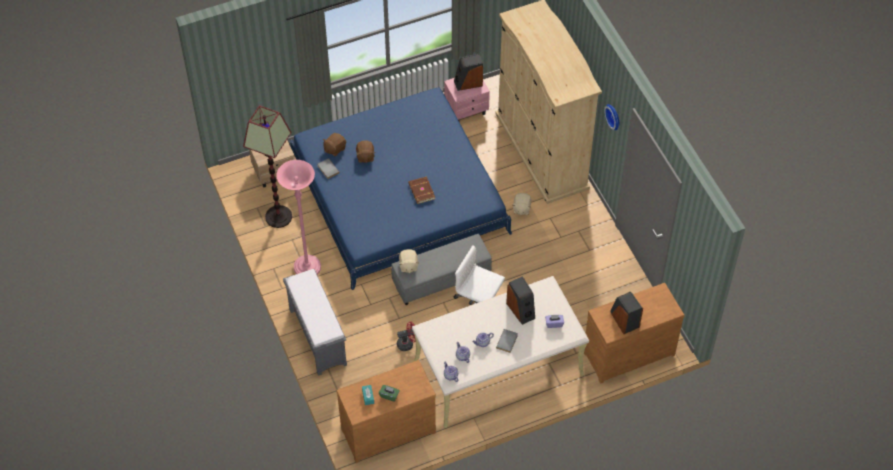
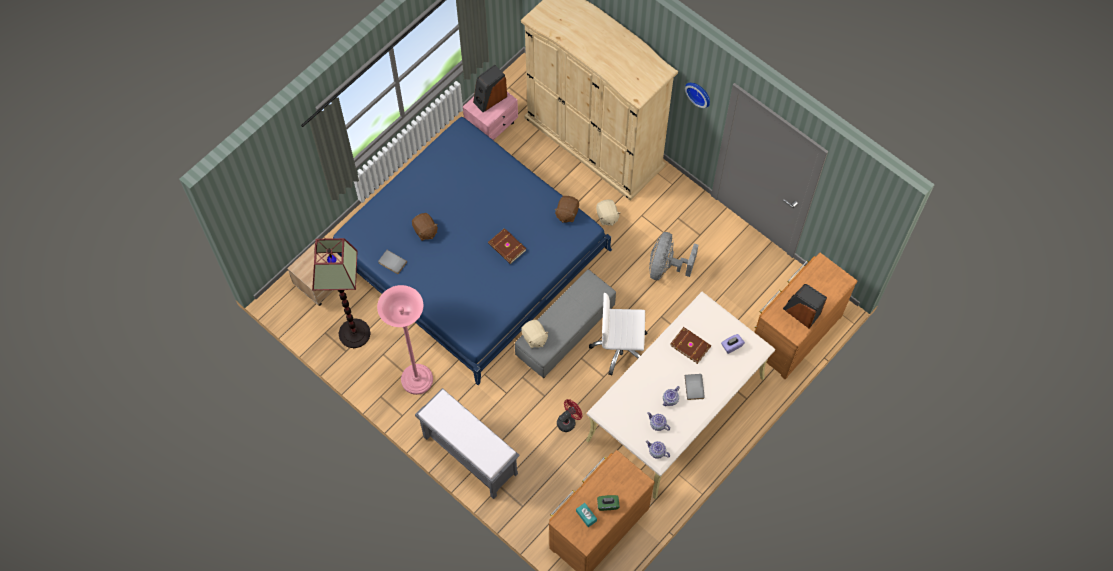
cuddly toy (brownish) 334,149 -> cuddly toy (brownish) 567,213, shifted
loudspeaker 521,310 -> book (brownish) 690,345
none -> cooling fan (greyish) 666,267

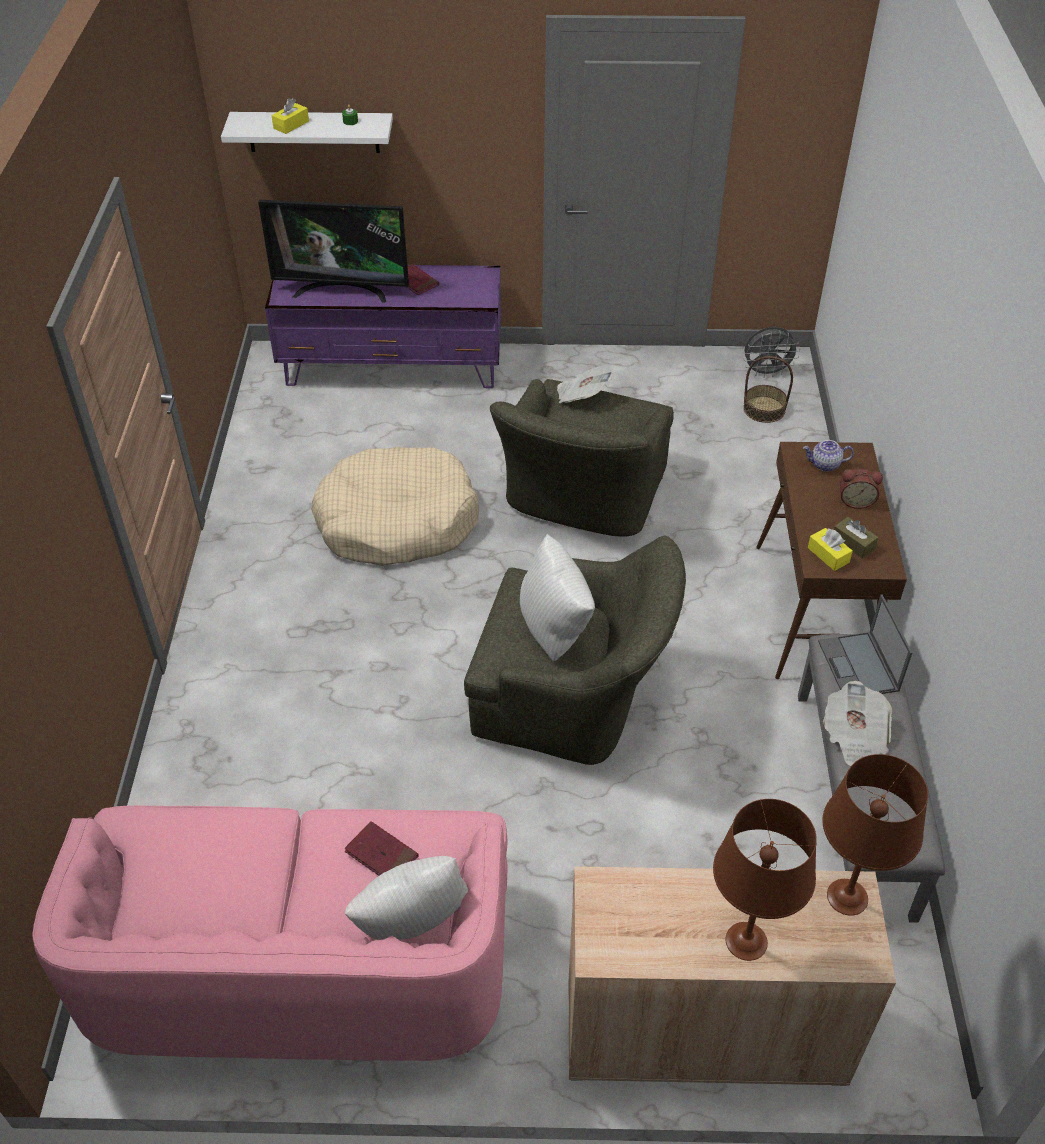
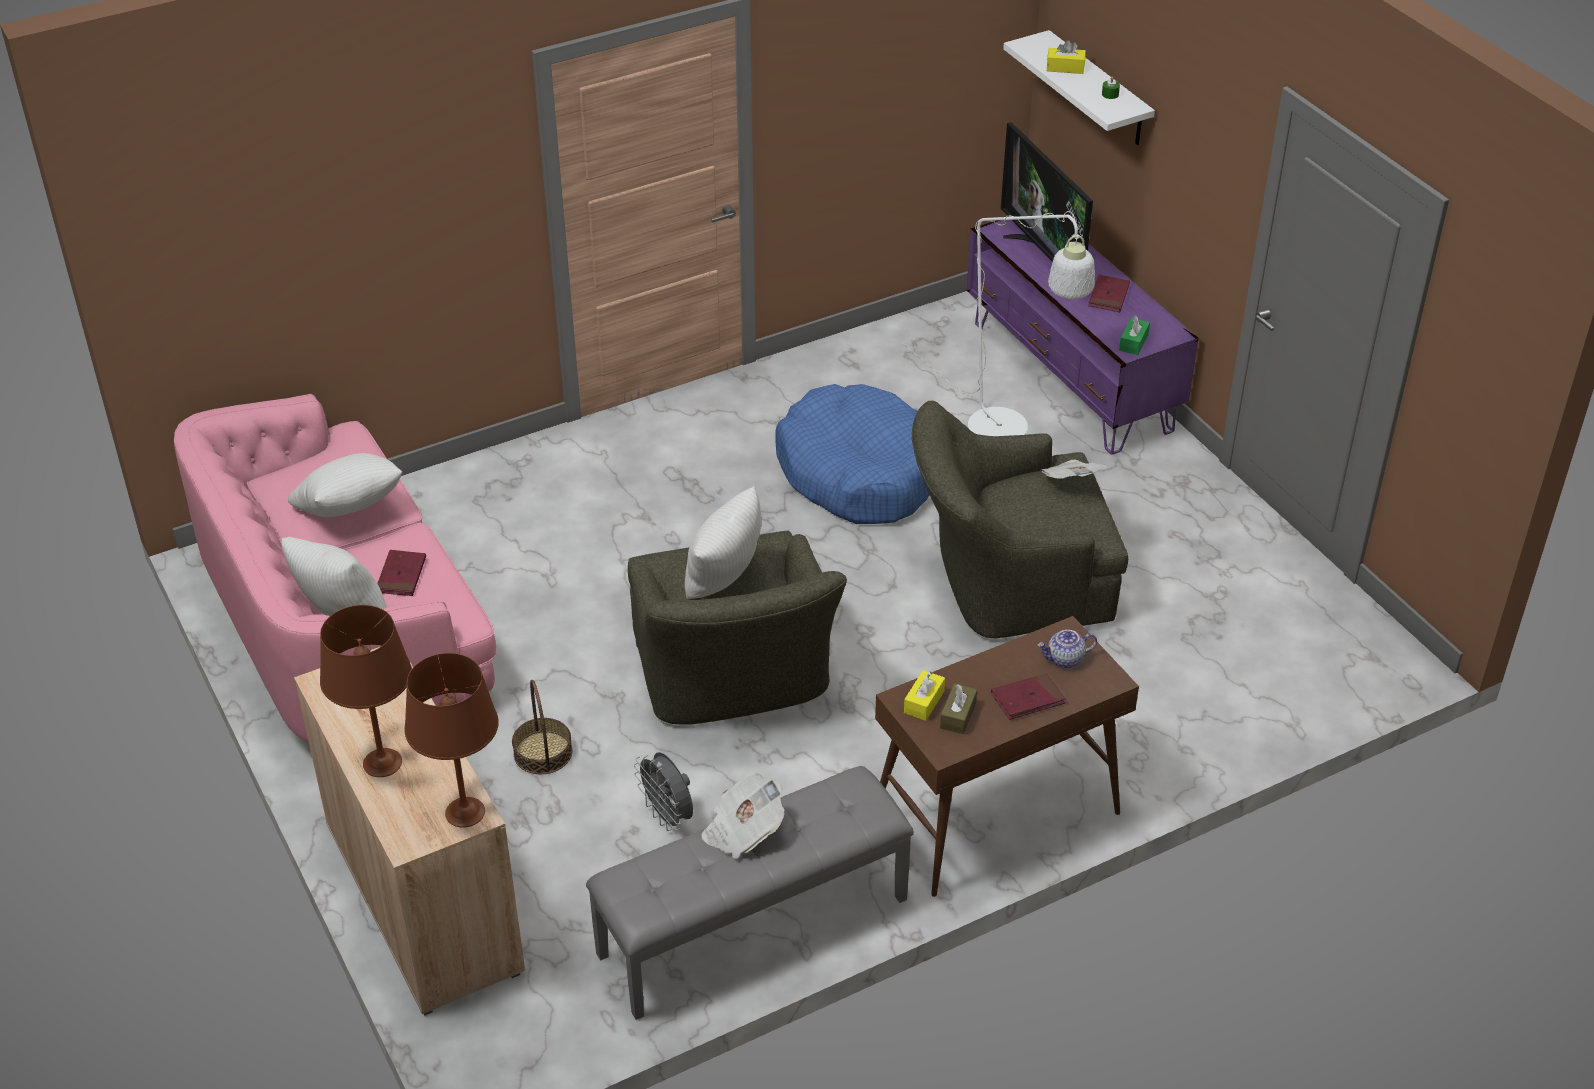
dog cushion (beige) 397,521 -> dog cushion (bluish) 858,472
cooling fan (greyish) 766,372 -> cooling fan (greyish) 668,817, shifted
storage basket 764,409 -> storage basket 543,753, shifted
tea pot 825,465 -> tea pot 1065,660, 75 degrees counterclockwise
portable computer 859,666 -> none
bedside clock 855,500 -> book (reddish) 1027,699
none -> throw pillow (white) 350,512
none -> floor lamp (white) 1008,434
none -> box of tissues (green) 1133,343

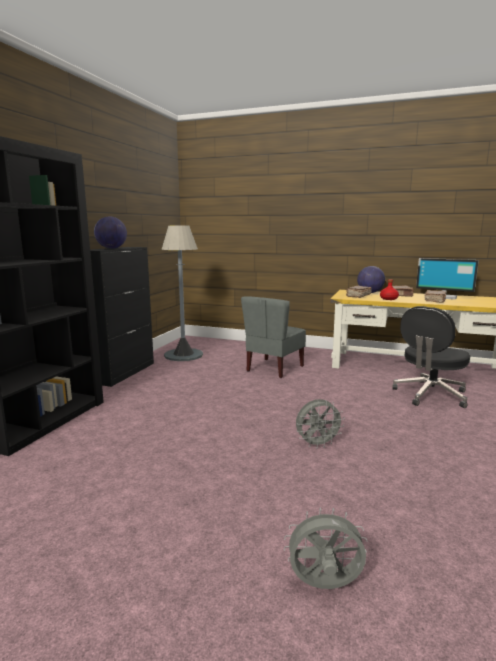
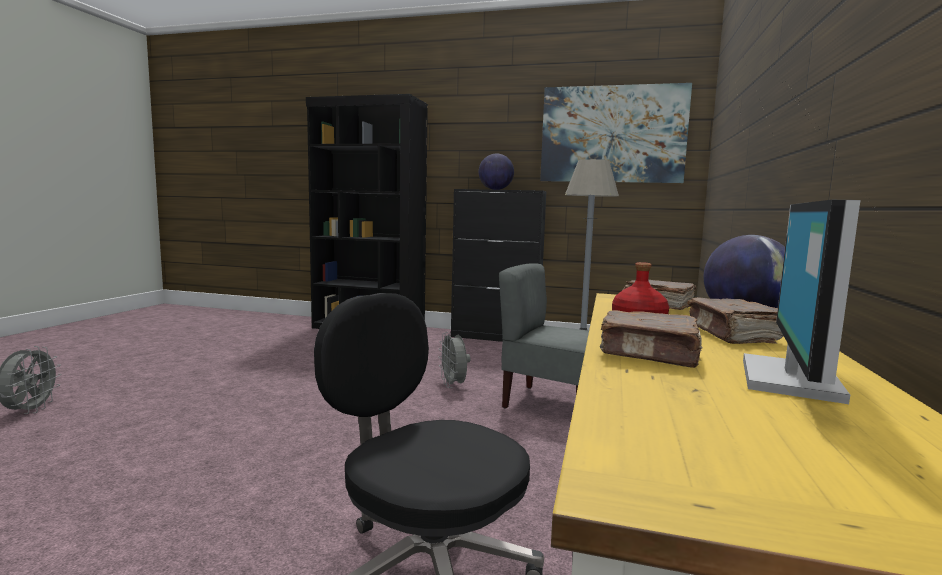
cooling fan (greyish) 317,444 -> cooling fan (greyish) 453,385, shifted
none -> wall art 612,134

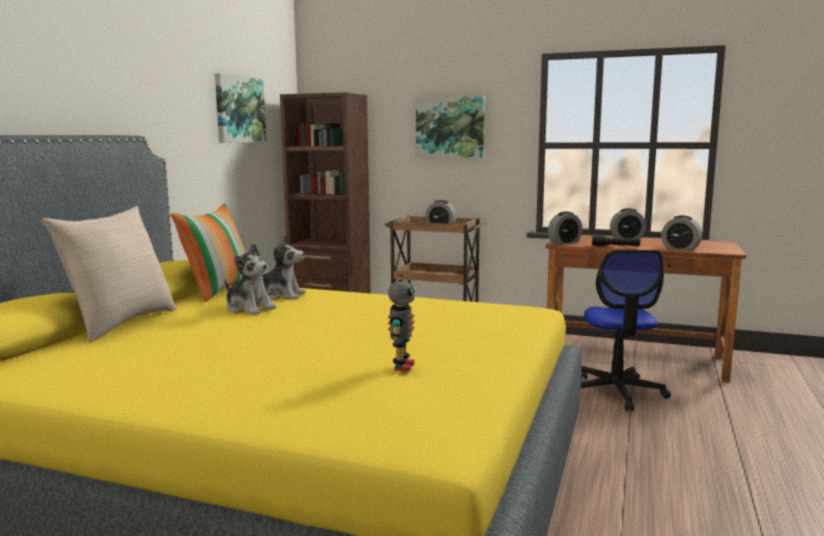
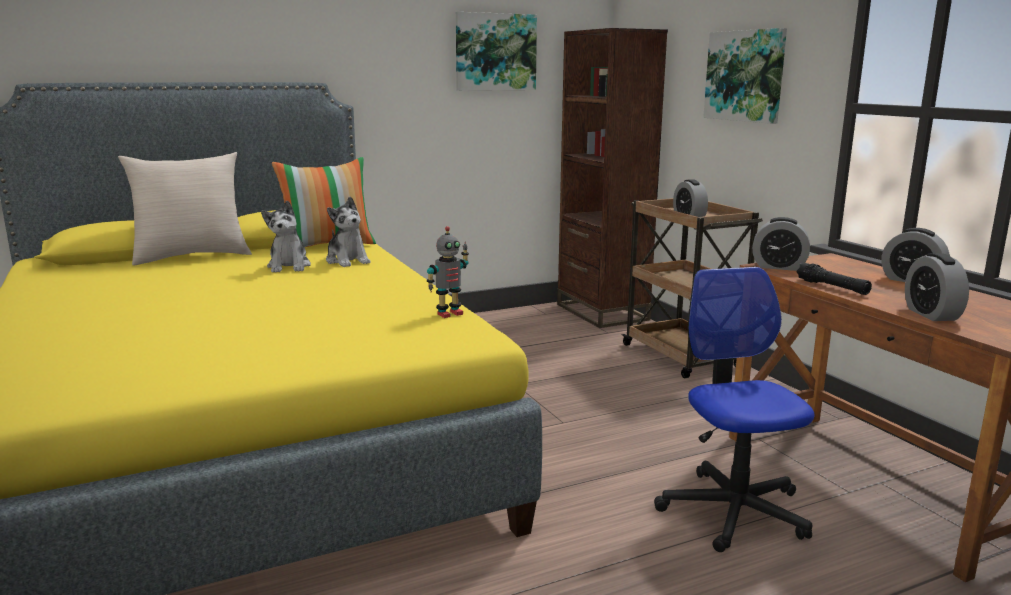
model robot 402,366 -> model robot 449,313, shifted
desk chair 616,392 -> desk chair 734,511, 120 degrees clockwise

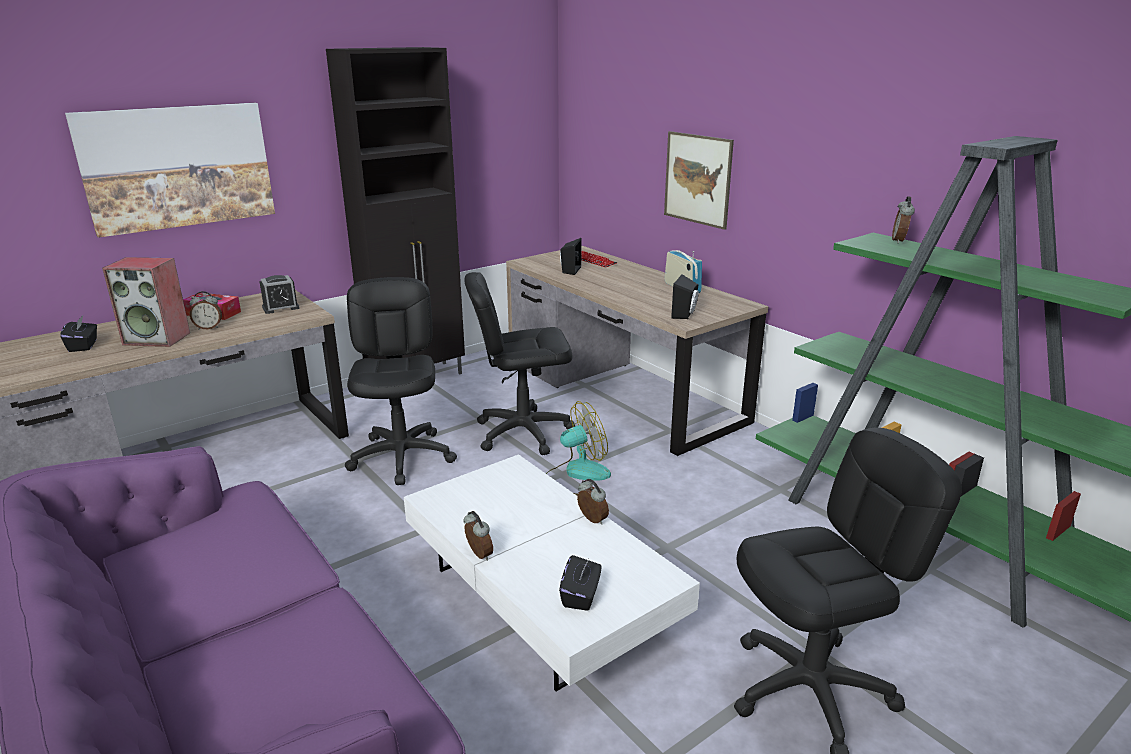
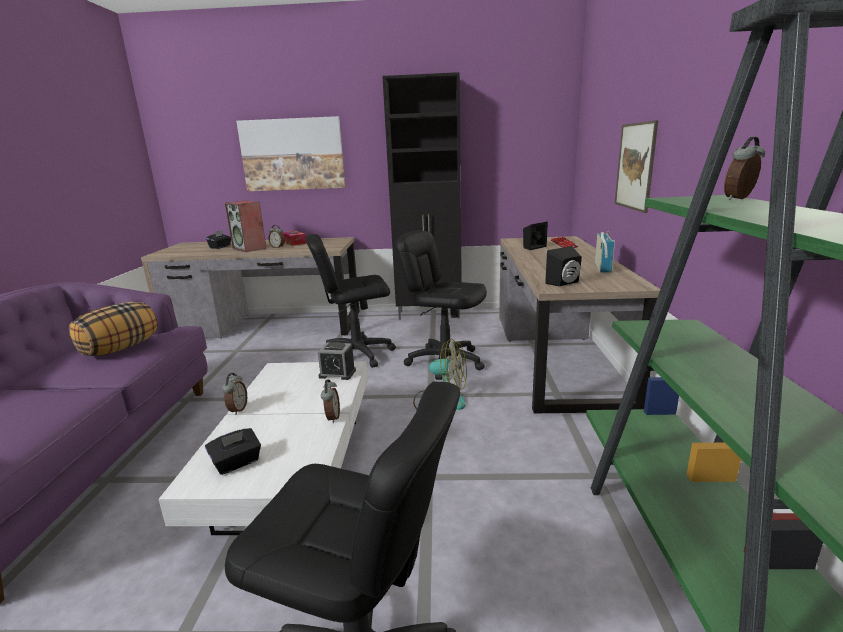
bedside clock 280,308 -> bedside clock 337,373, shifted
desk chair (black-coloured) 402,457 -> desk chair (black-coloured) 357,354, 135 degrees counterclockwise
none -> throw pillow 120,348

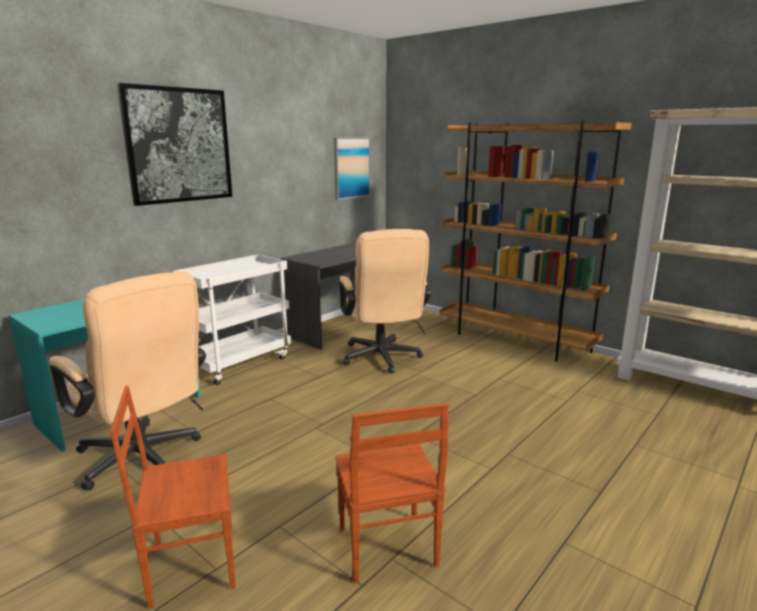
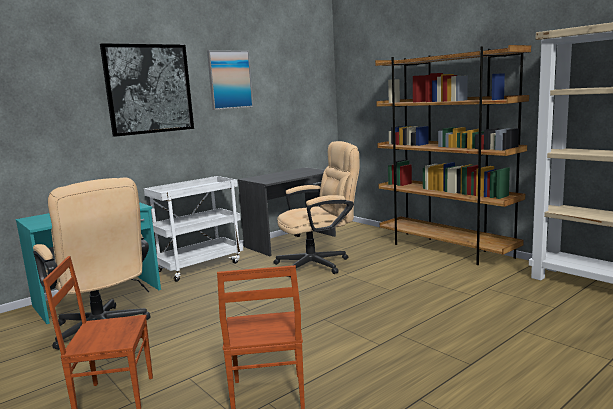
wall art 351,168 -> wall art 230,79, shifted
desk chair (beige) 382,359 -> desk chair (beige) 319,263, 105 degrees counterclockwise

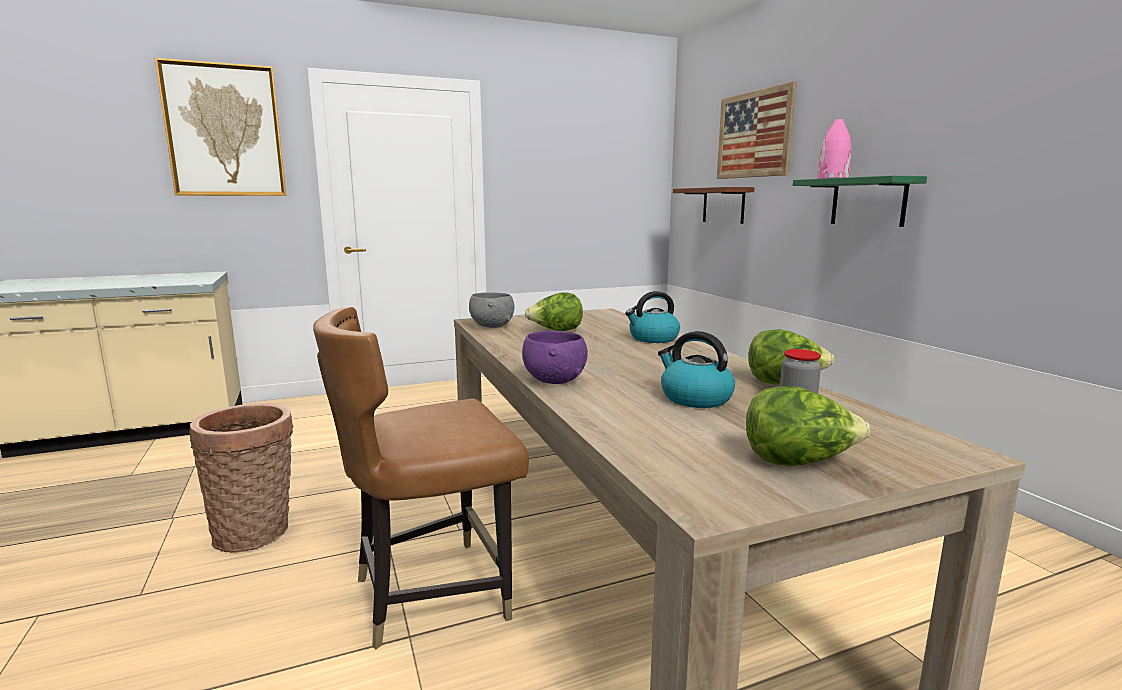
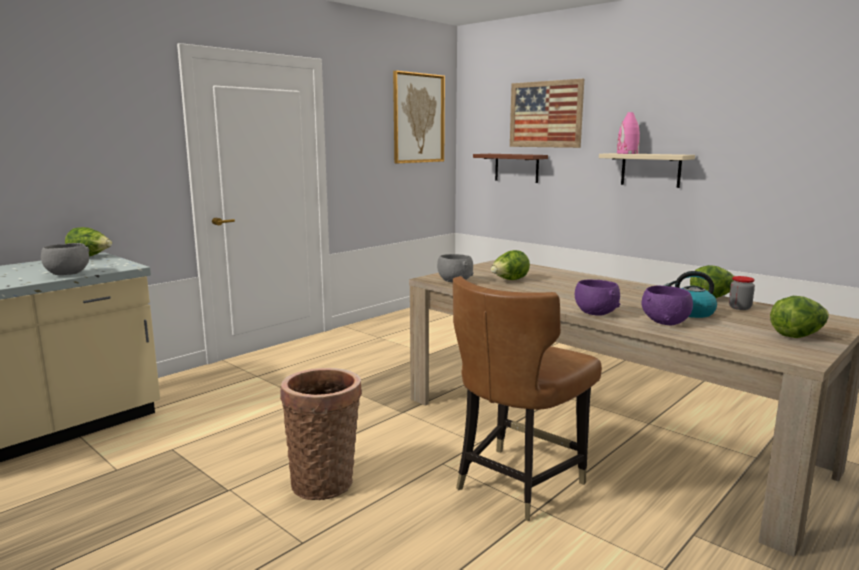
wall art 224,131 -> wall art 418,118, shifted
water kettle 653,339 -> none
wall shelf (green) 868,202 -> wall shelf (beige) 650,170
none -> serving bowl (greyish) 67,274
none -> head of lettuce 90,257
none -> serving bowl (purple) 666,322

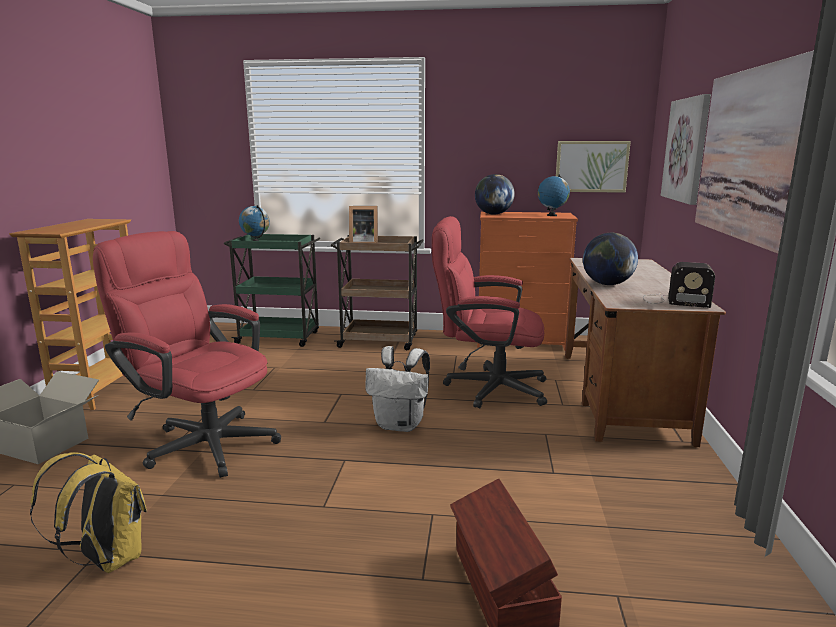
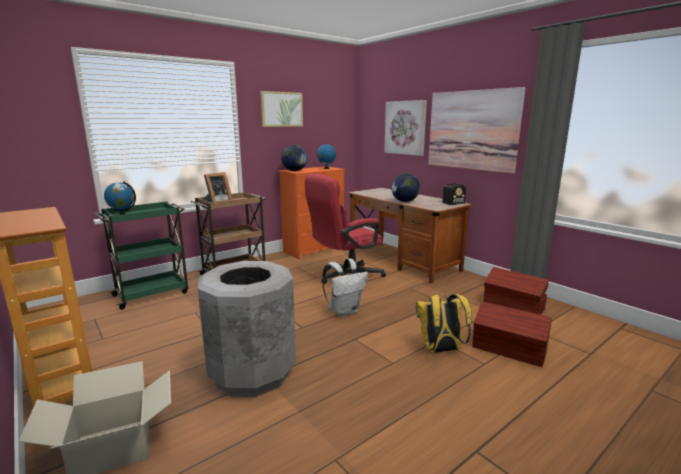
knapsack (yellowish) 107,559 -> knapsack (yellowish) 440,350, shifted
desk chair (reddish) 202,441 -> waste bin (greyish) 252,373
wall art 591,166 -> wall art 281,109, shifted
none -> storage box (brownish) 513,306

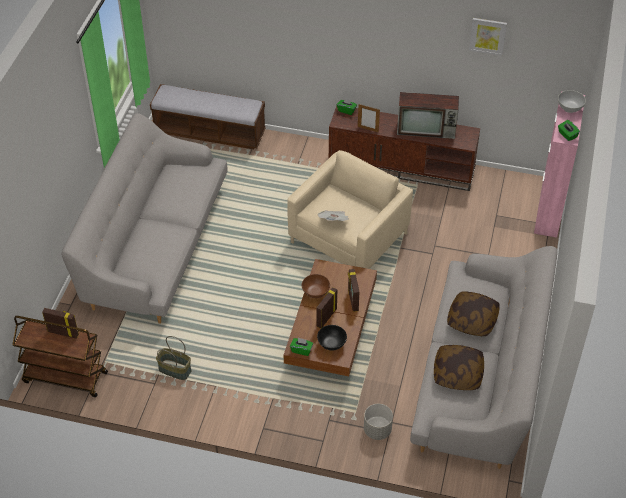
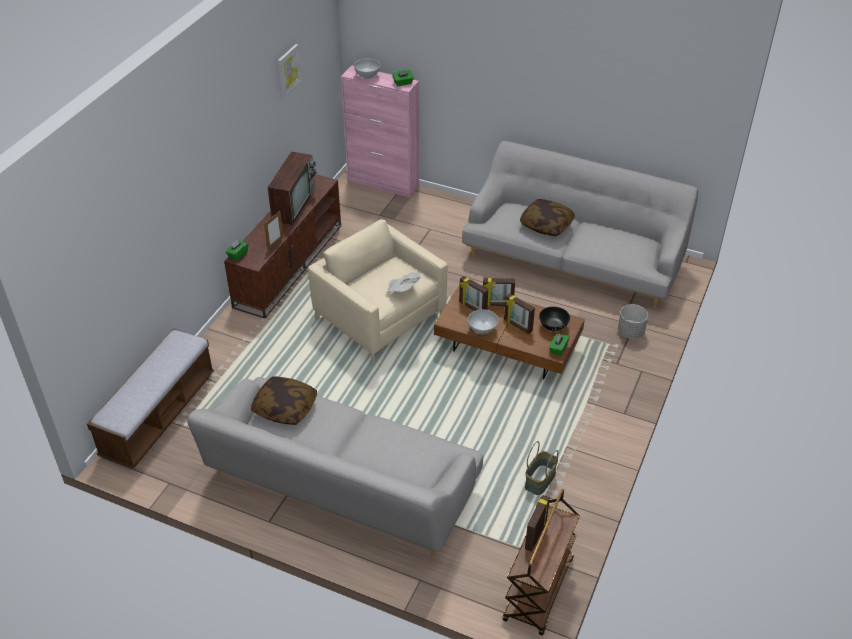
serving bowl (brownish) 316,292 -> serving bowl (white) 482,329
throw pillow 458,373 -> throw pillow 285,408, shifted
none -> standing frame 472,308

